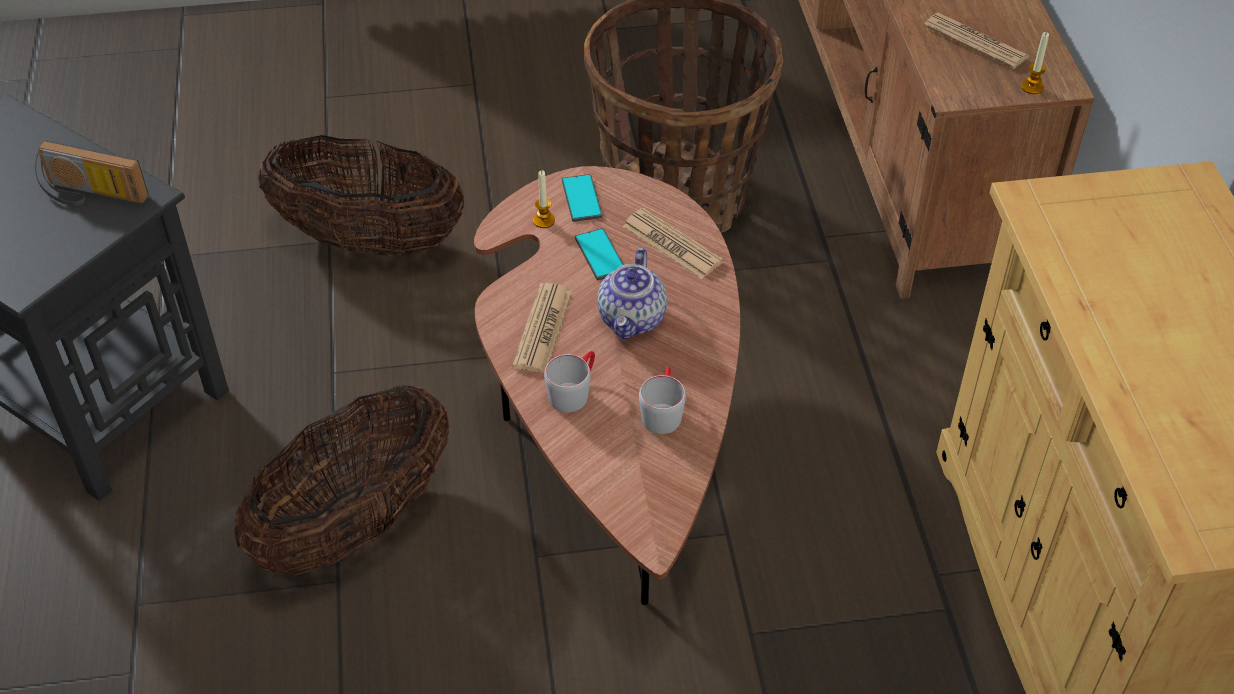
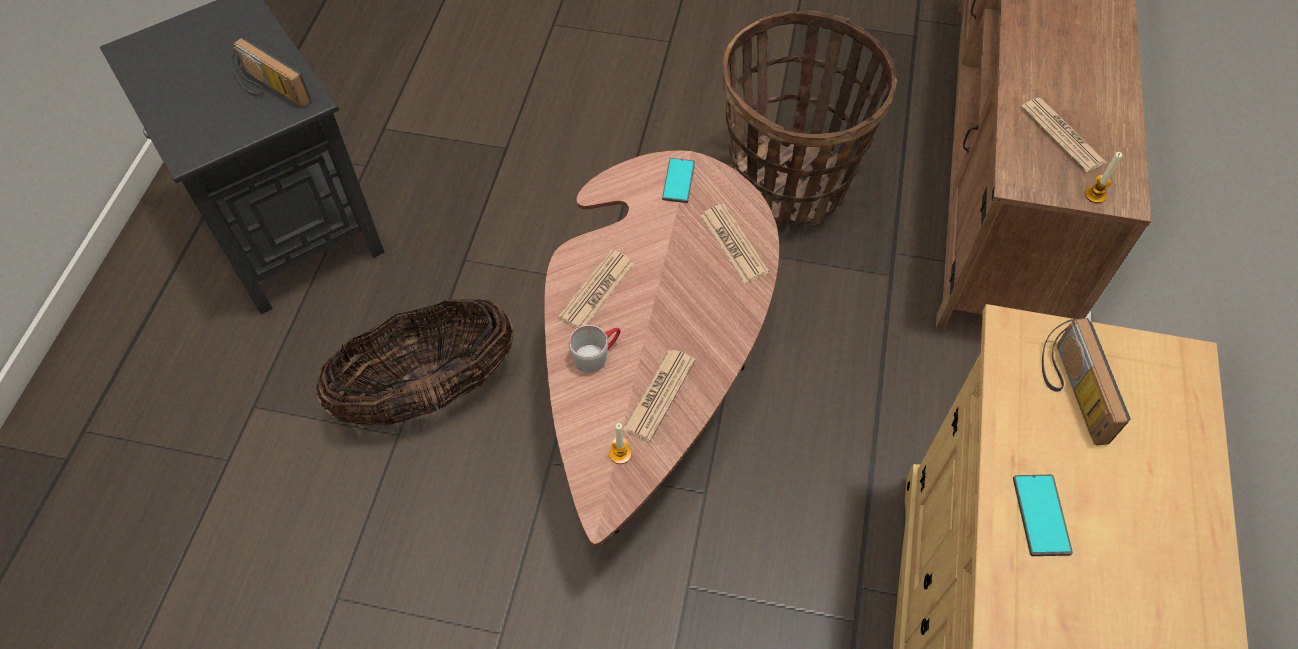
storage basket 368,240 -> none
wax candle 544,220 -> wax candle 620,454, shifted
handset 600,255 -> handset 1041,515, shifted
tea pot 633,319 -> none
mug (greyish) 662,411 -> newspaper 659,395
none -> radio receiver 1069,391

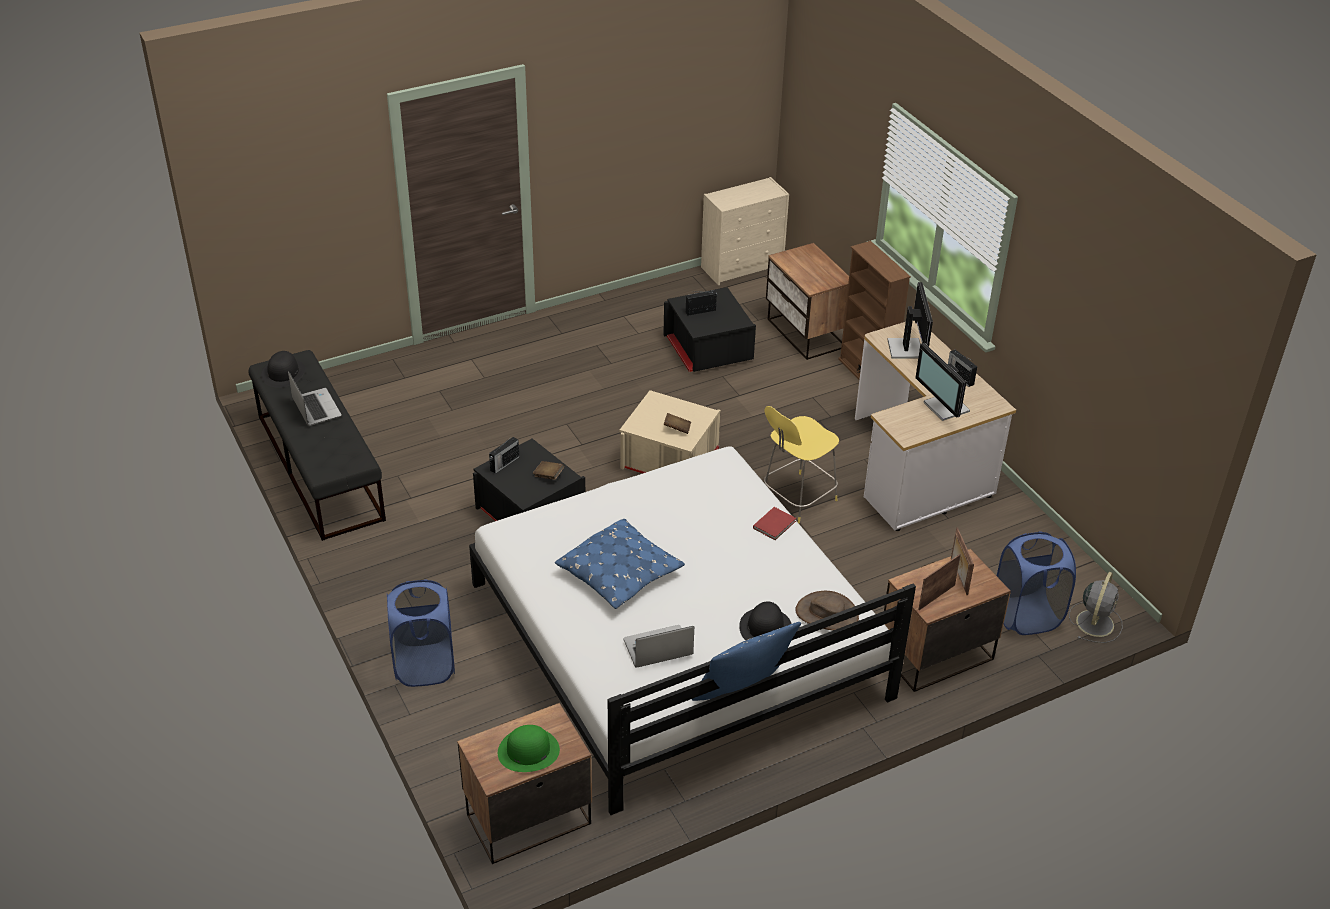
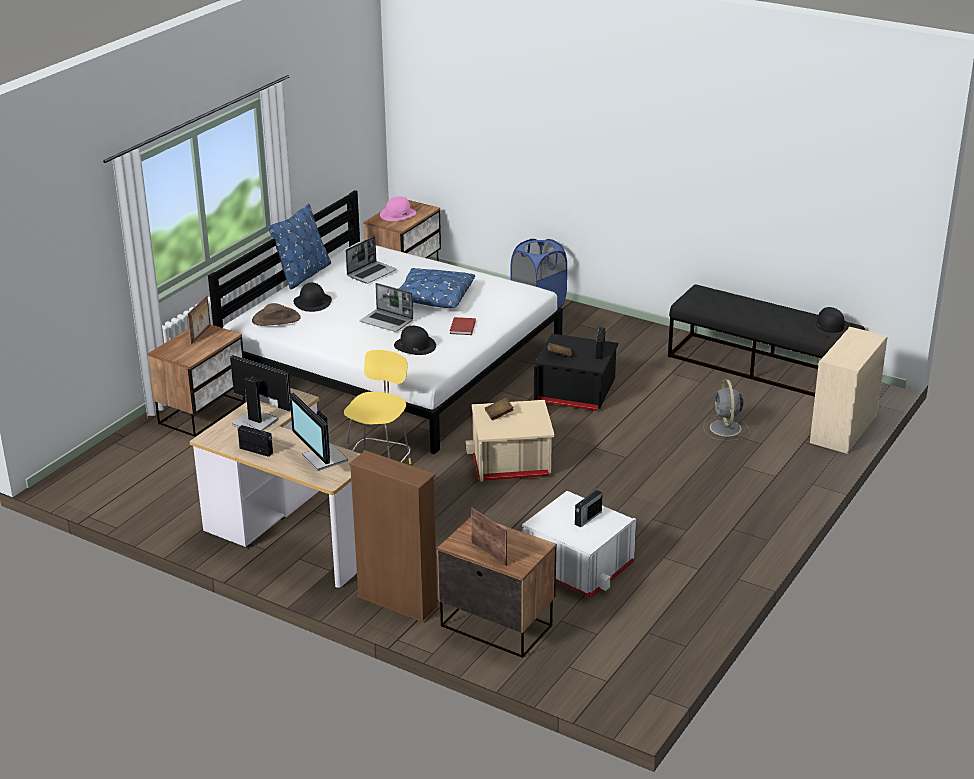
portable computer 315,408 -> portable computer 387,321, shifted
hat (green) 528,751 -> hat (pink-coloured) 398,214
storage box (black-coloured) 707,350 -> storage box (white) 578,566
dresser (beige) 743,266 -> dresser (beige) 843,430, shifted
book (reddish) 775,524 -> book (reddish) 462,328, shifted
standing frame 958,576 -> standing frame 489,553, shifted
washing basket (bluish) 1026,615 -> none
cooling fan (greyish) 1095,622 -> cooling fan (greyish) 725,429, shifted
none -> hat (black-coloured) 414,345

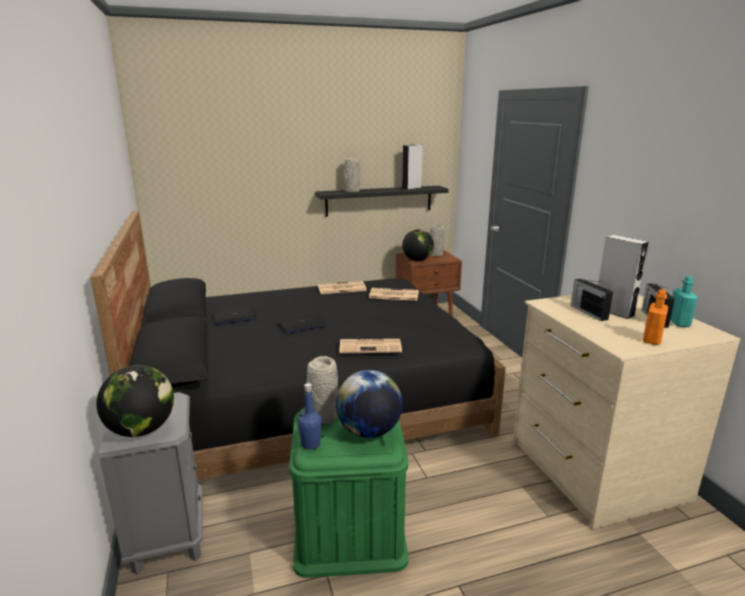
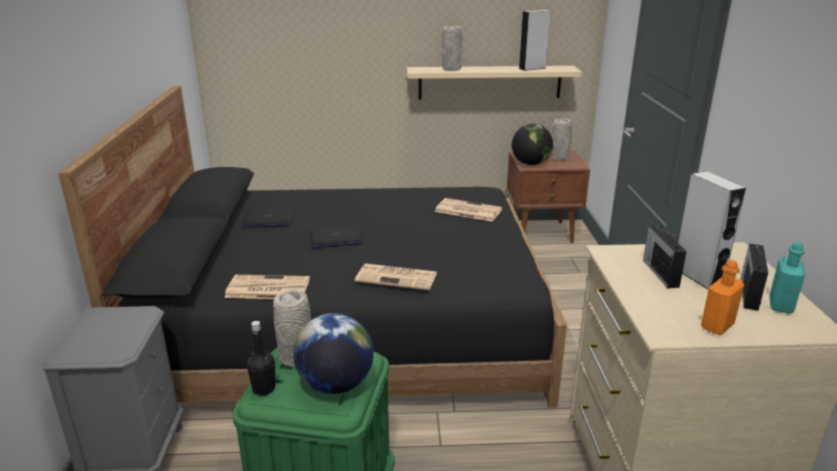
globe 141,430 -> none
bottle (bluish) 310,444 -> bottle (black-coloured) 264,389
wall shelf (black-coloured) 379,200 -> wall shelf (beige) 489,82
newspaper 341,288 -> newspaper 266,288, shifted

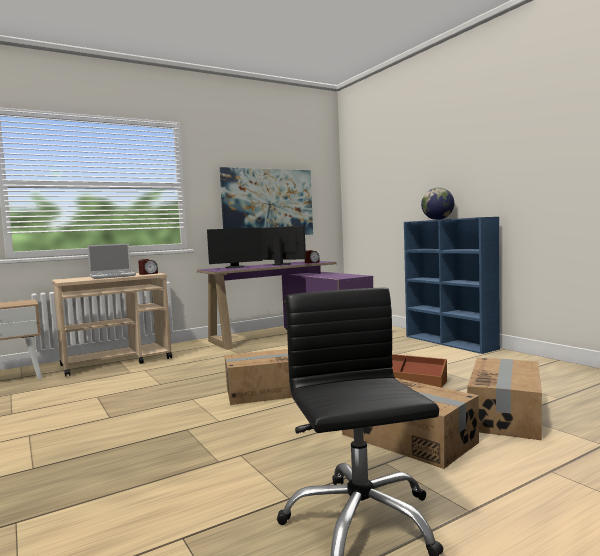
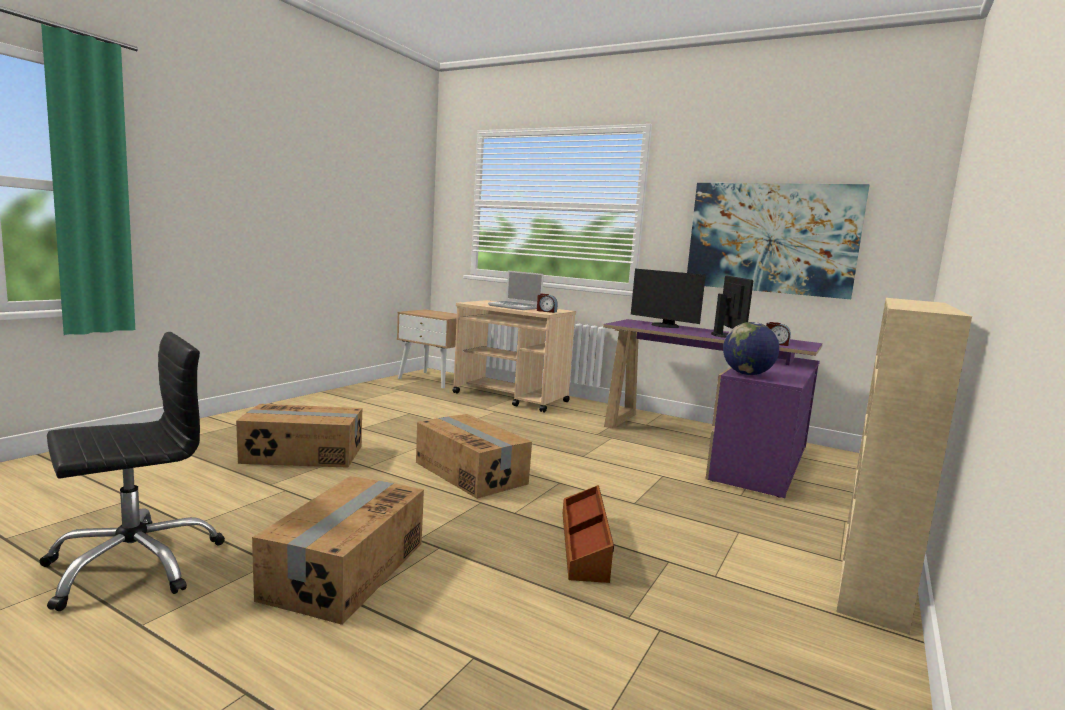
bookshelf (bluish) 450,342 -> bookshelf (beige) 873,571
globe 438,219 -> globe 747,374, shifted
carton 506,415 -> carton 303,455, shifted

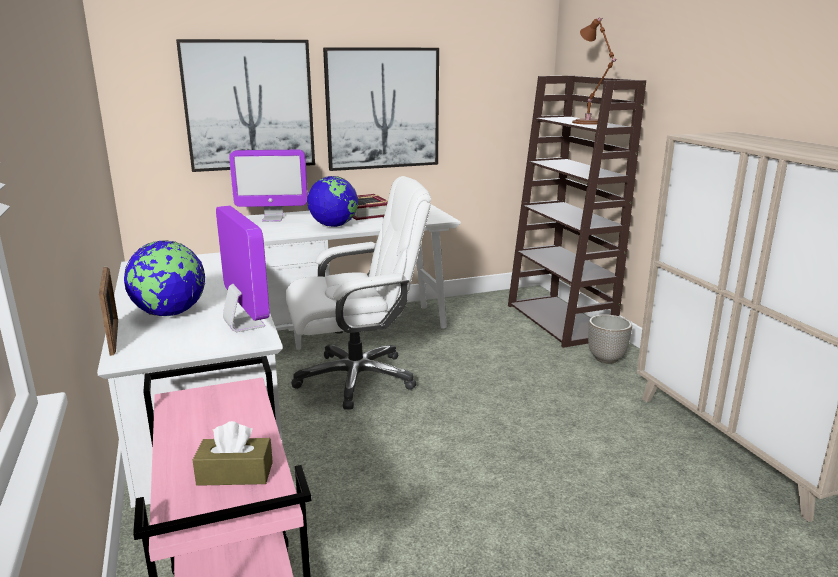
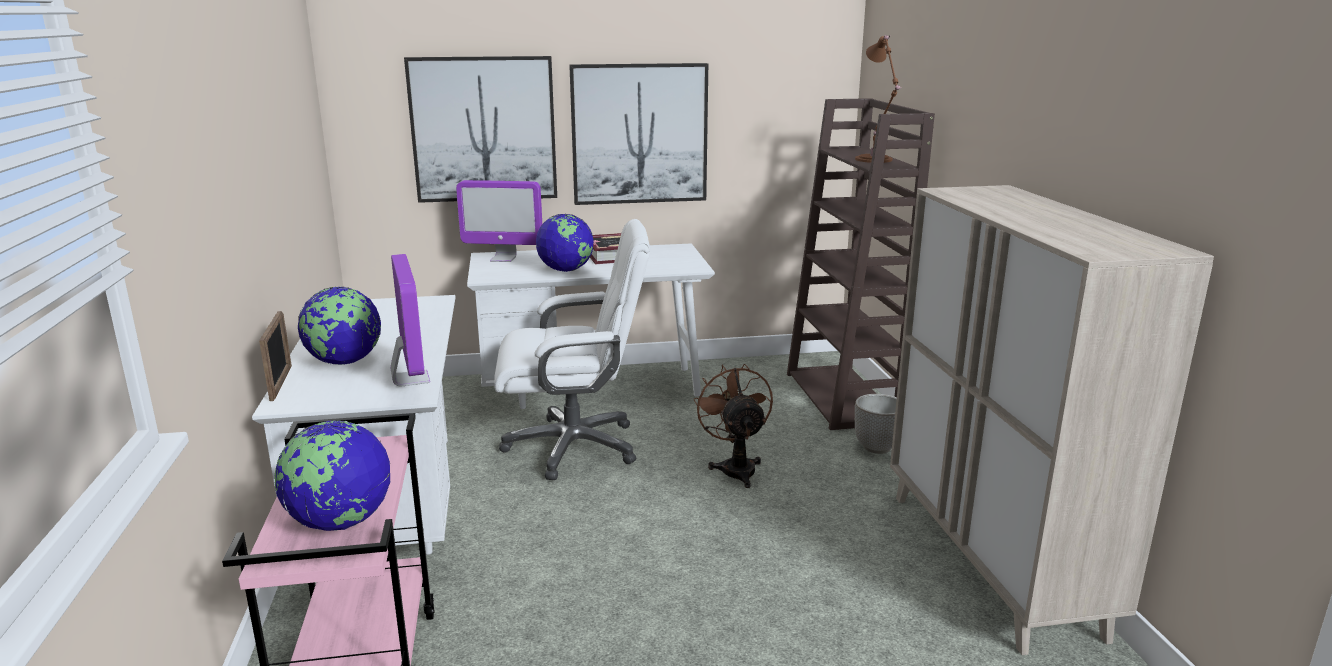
box of tissues (brownish) 235,474 -> globe 340,522
none -> cooling fan (brownish) 735,467

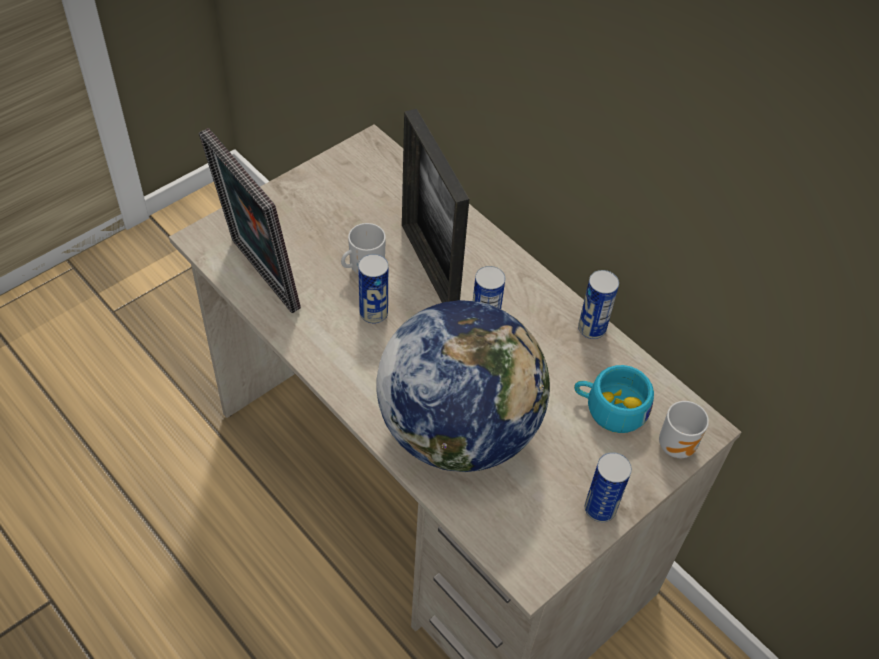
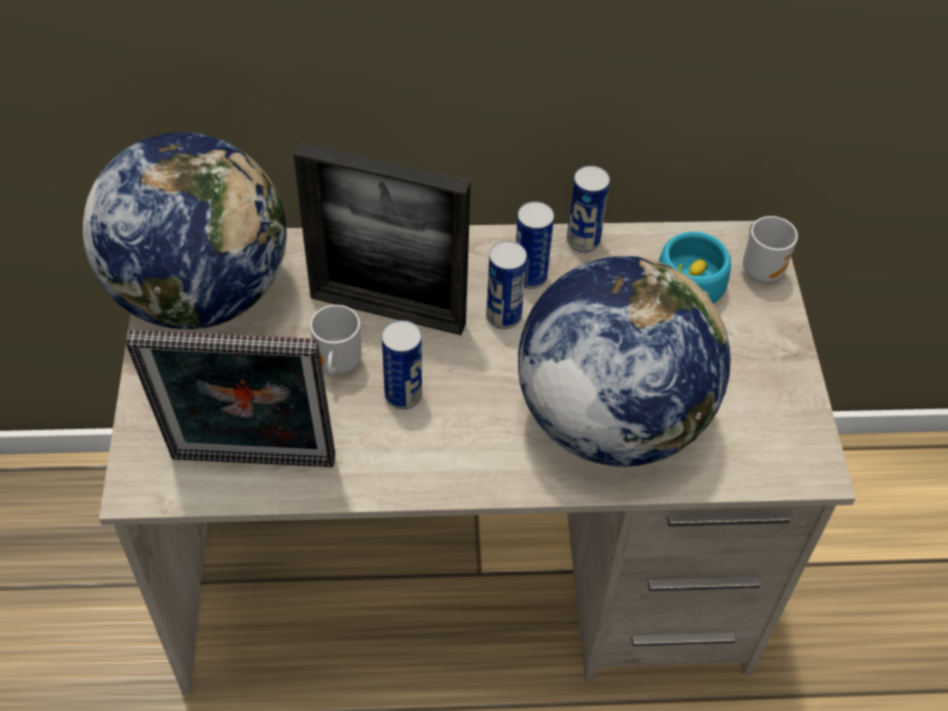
can 600,509 -> can 530,277, shifted
none -> globe 201,293

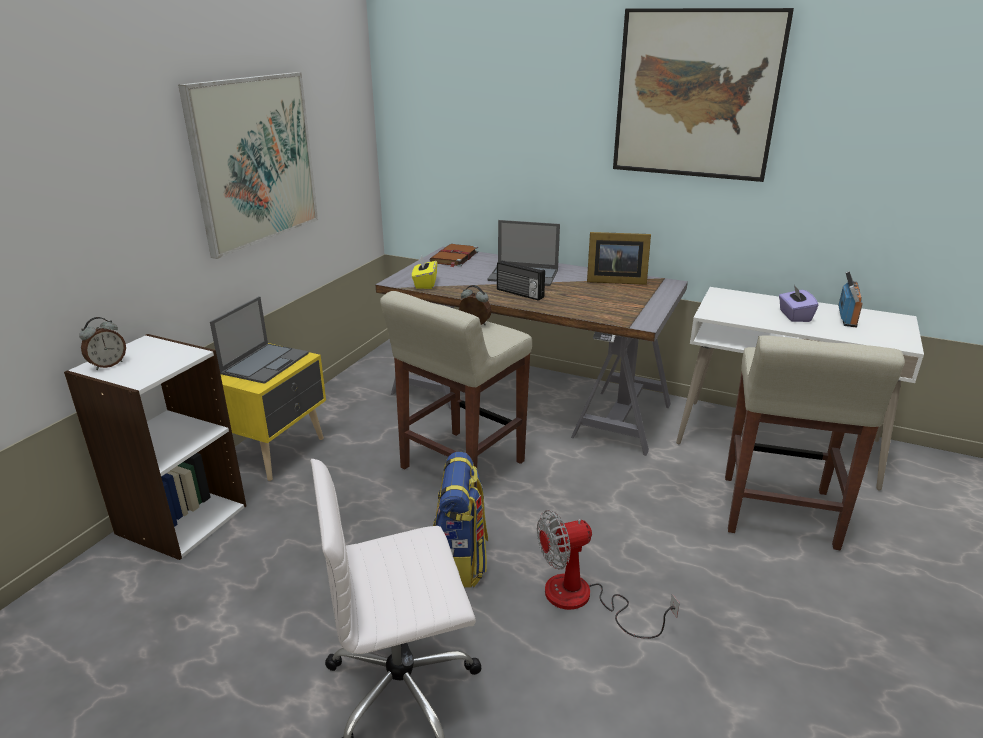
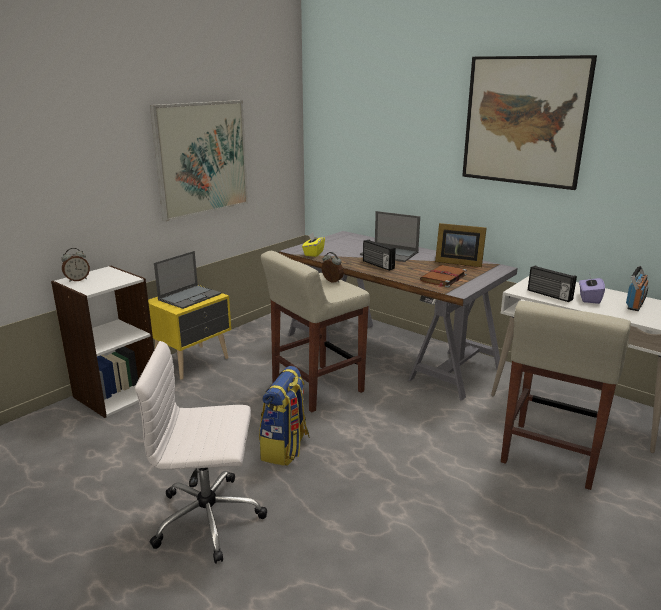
book (brownish) 454,257 -> book (brownish) 443,278, shifted
cooling fan 583,600 -> none
none -> radio receiver 549,295

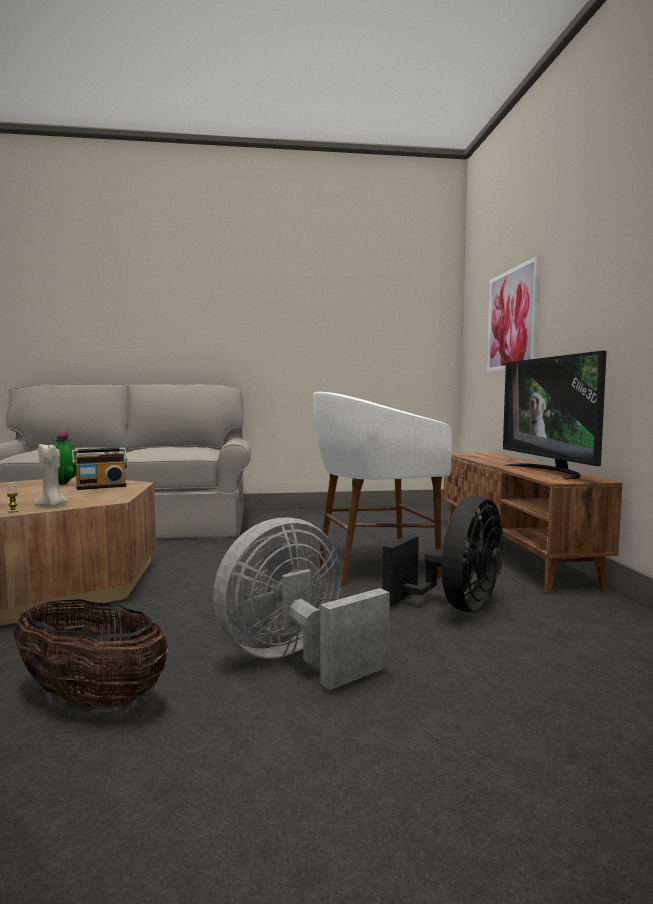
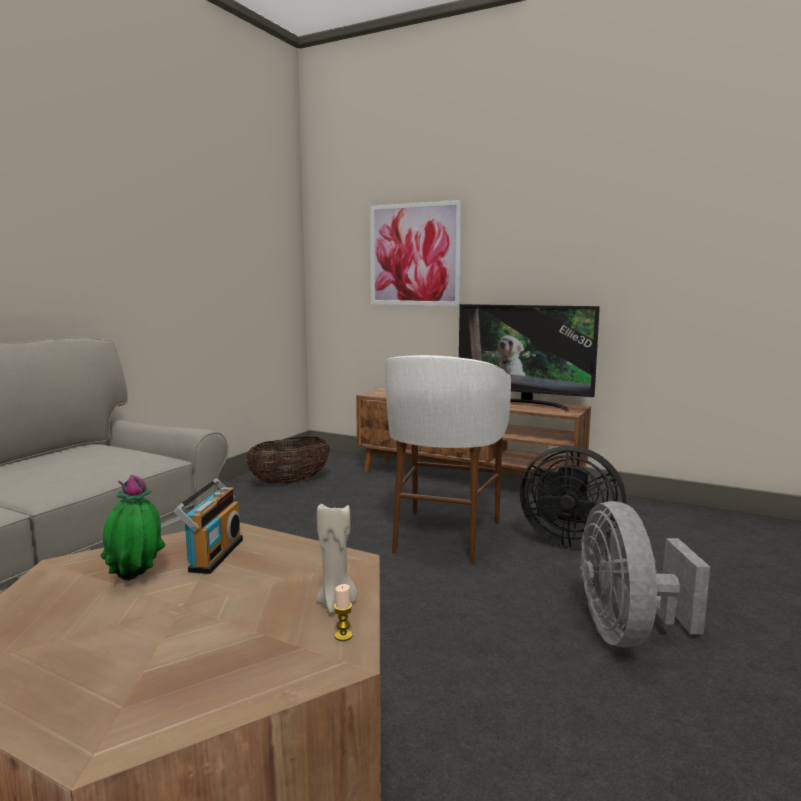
storage basket 91,698 -> storage basket 290,482, shifted
cooling fan (black-coloured) 456,606 -> cooling fan (black-coloured) 567,540, 135 degrees clockwise

